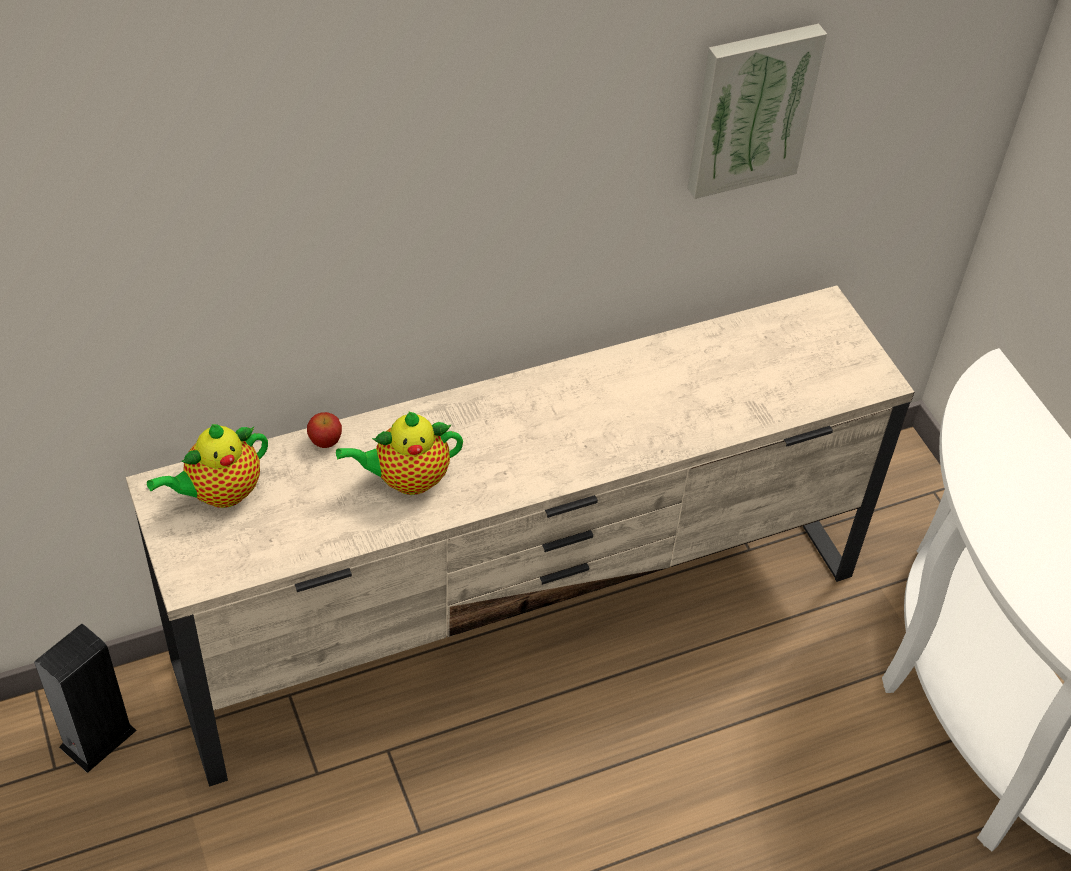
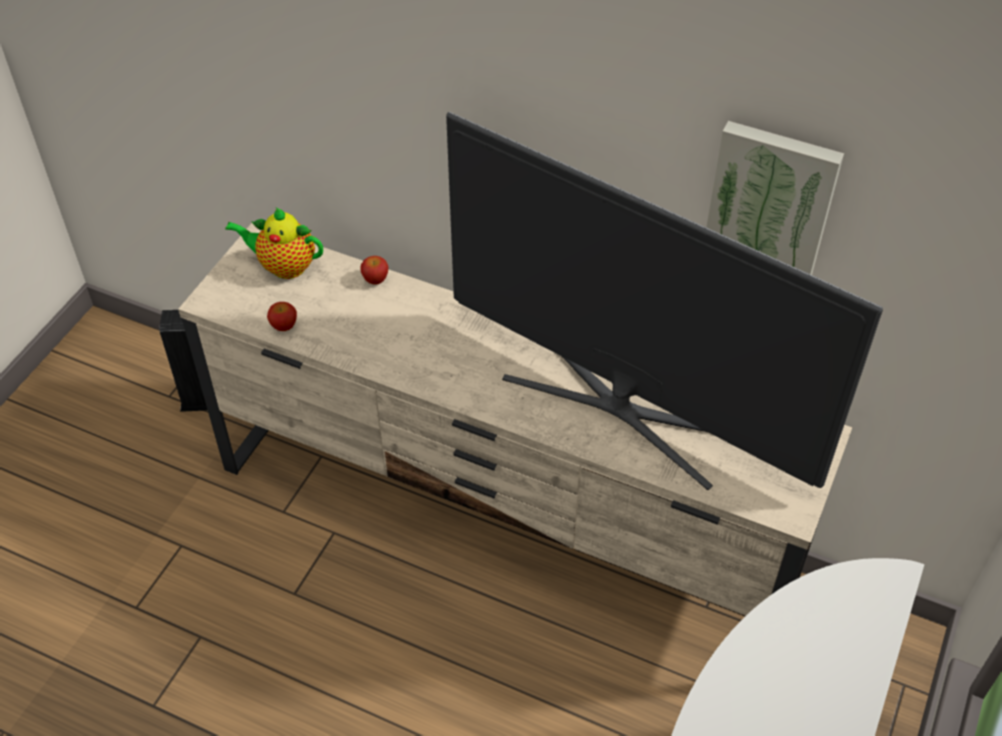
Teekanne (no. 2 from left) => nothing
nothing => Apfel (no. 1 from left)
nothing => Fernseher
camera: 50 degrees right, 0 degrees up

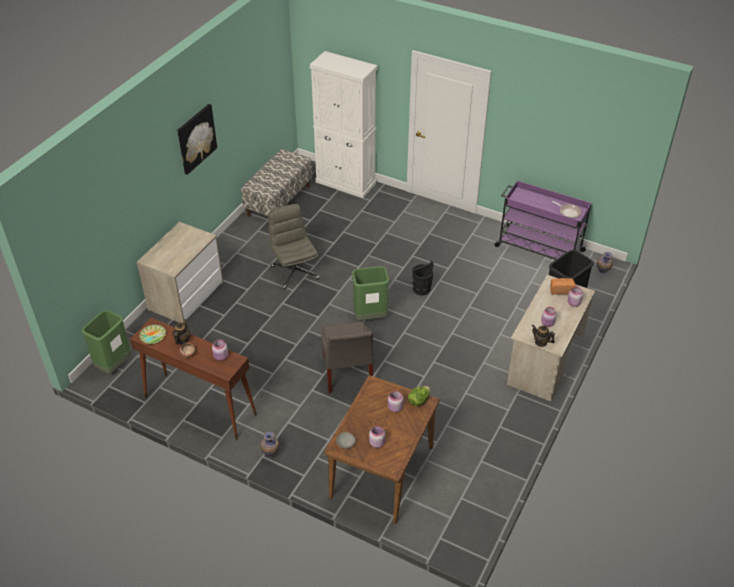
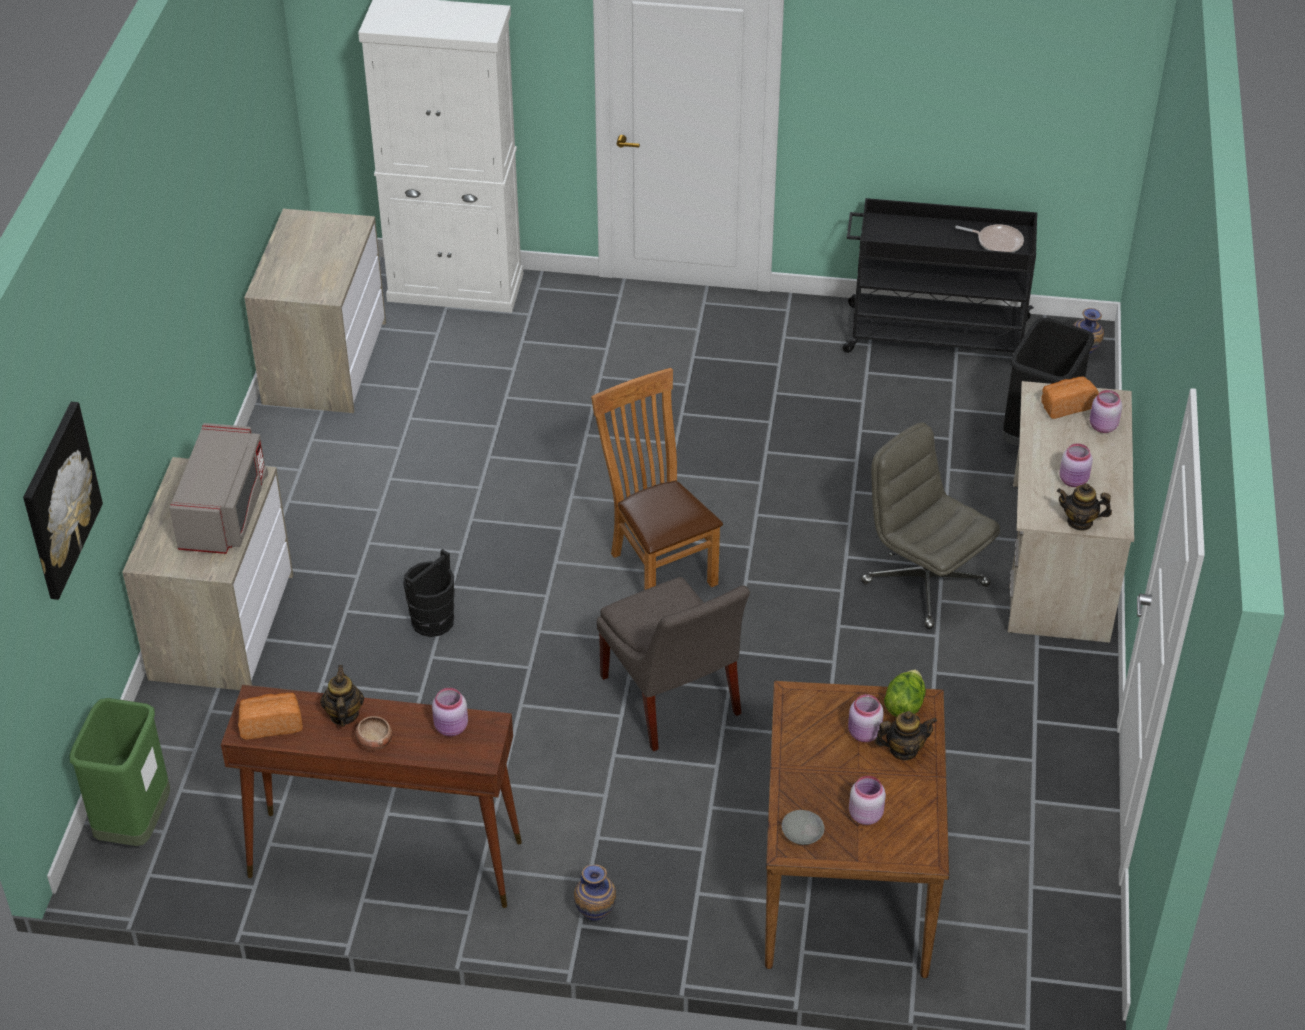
nothing => Mikrowelle/grau
nothing => Teekanne (no. 2 from left)
Bild, shifted
Bürostuhl/grau, shifted
Eimer/schwarz, shifted
Teller => Brot (no. 1 from left)
Bank => Kommode (no. 2 from left)
Mülleimer/grün (no. 2 from left) => Stuhl/braun
Rollwagen/lila => Rollwagen/schwarz
camera: 20 degrees left, 0 degrees up

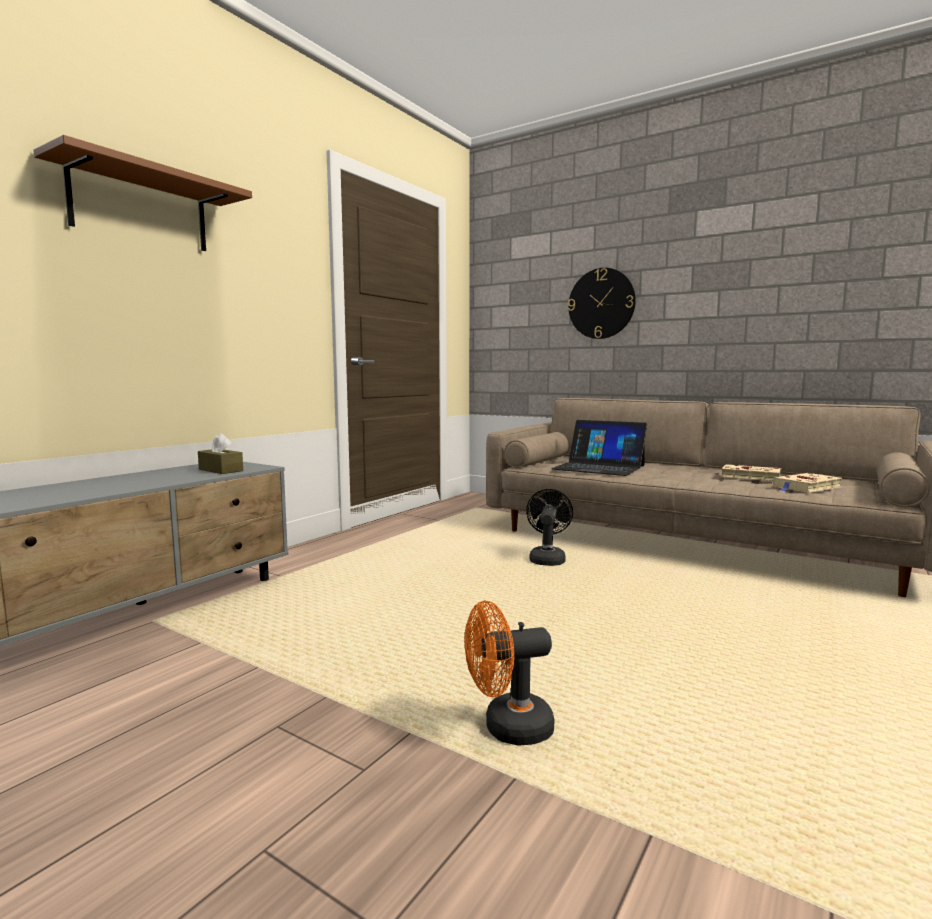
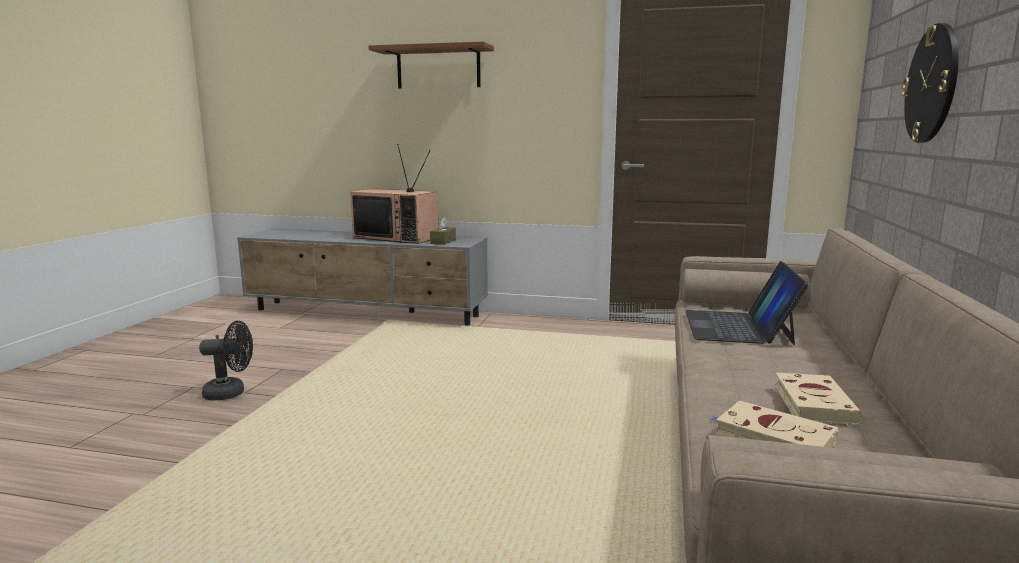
Ventilator/orange => nothing
nothing => Fernseher
Ventilator/schwarz, shifted
camera: 70 degrees right, 5 degrees up

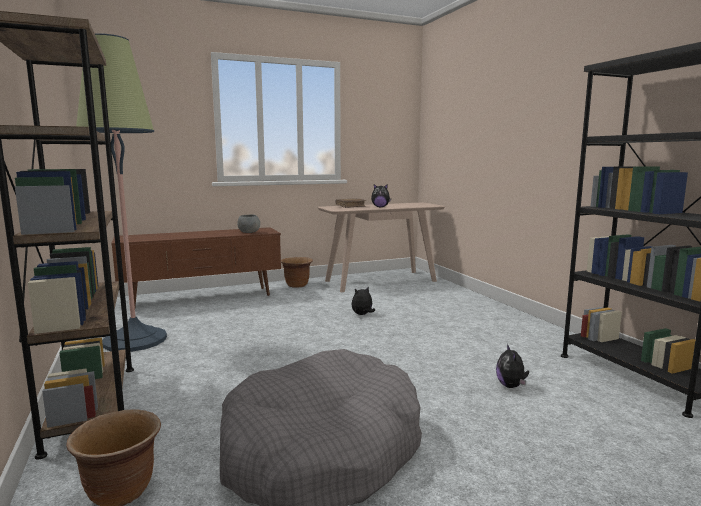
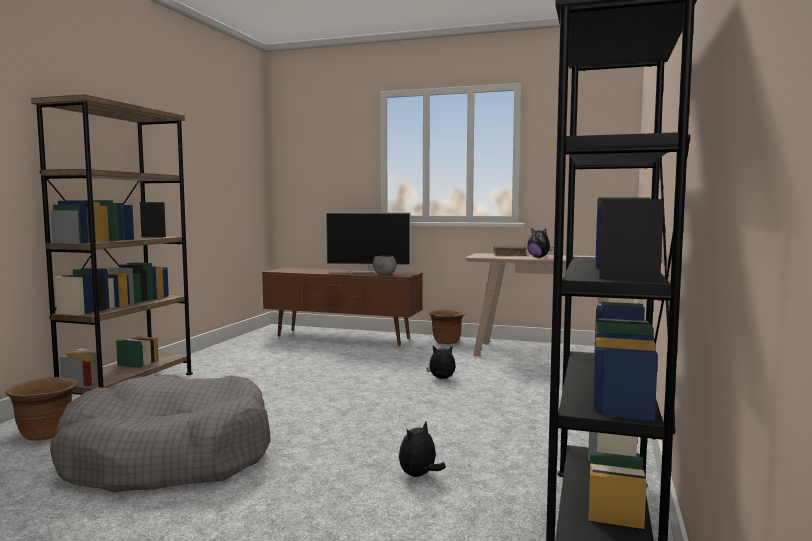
Stehlampe => nothing
nothing => Fernseher
camera: 40 degrees right, 5 degrees down

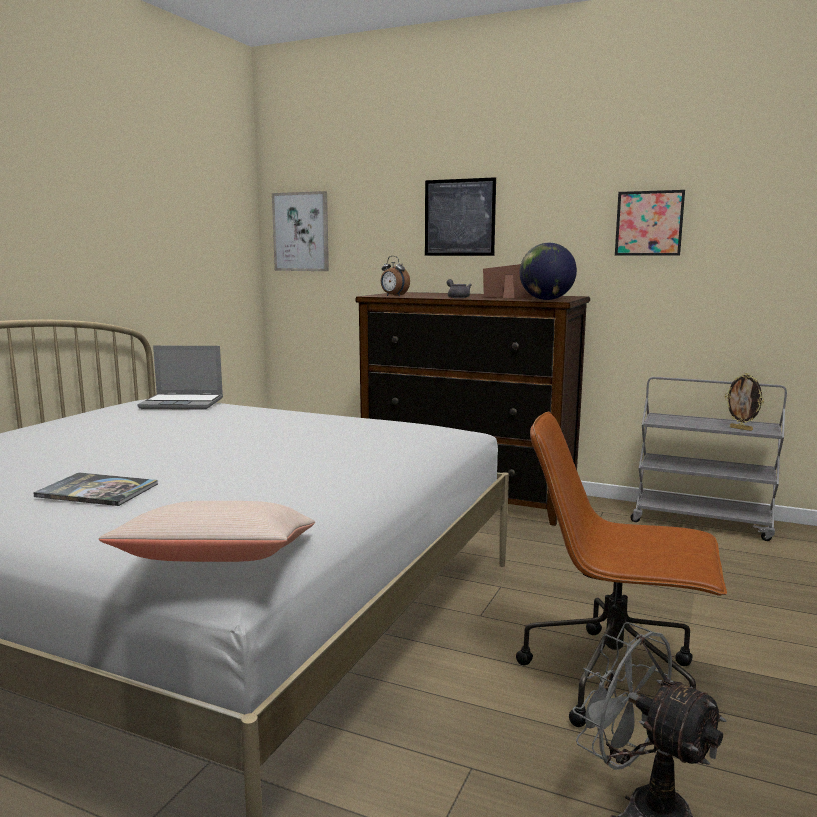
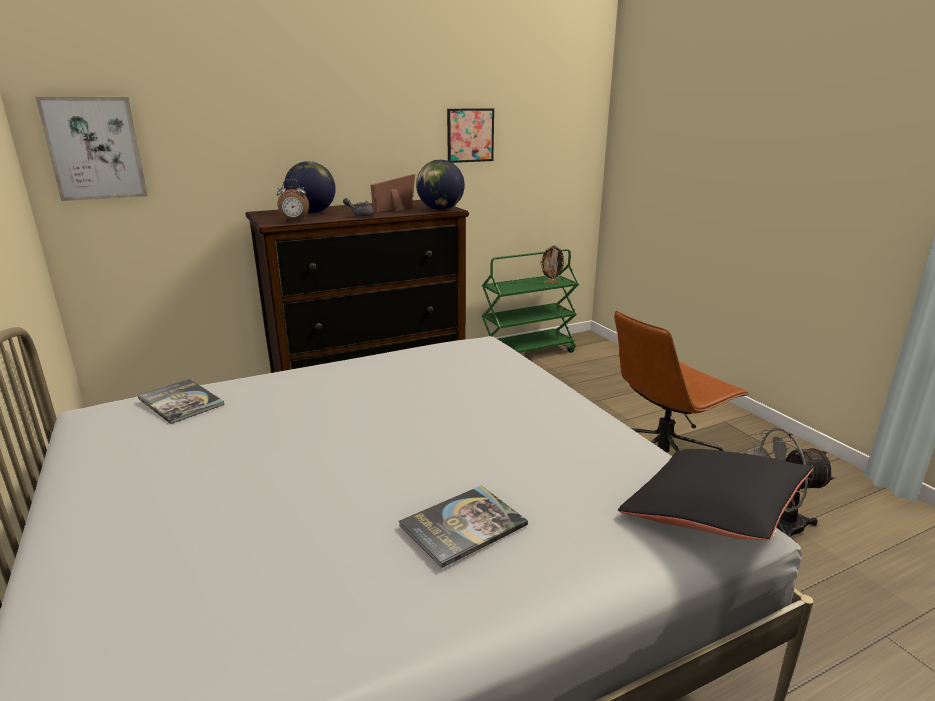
Bild (no. 2 from left) => nothing
nothing => Globus (no. 1 from left)
Laptop => Buch (no. 1 from left)
Kissen/beige => Kissen/schwarz
Rollwagen/grau => Rollwagen/grün
camera: 50 degrees left, 10 degrees up

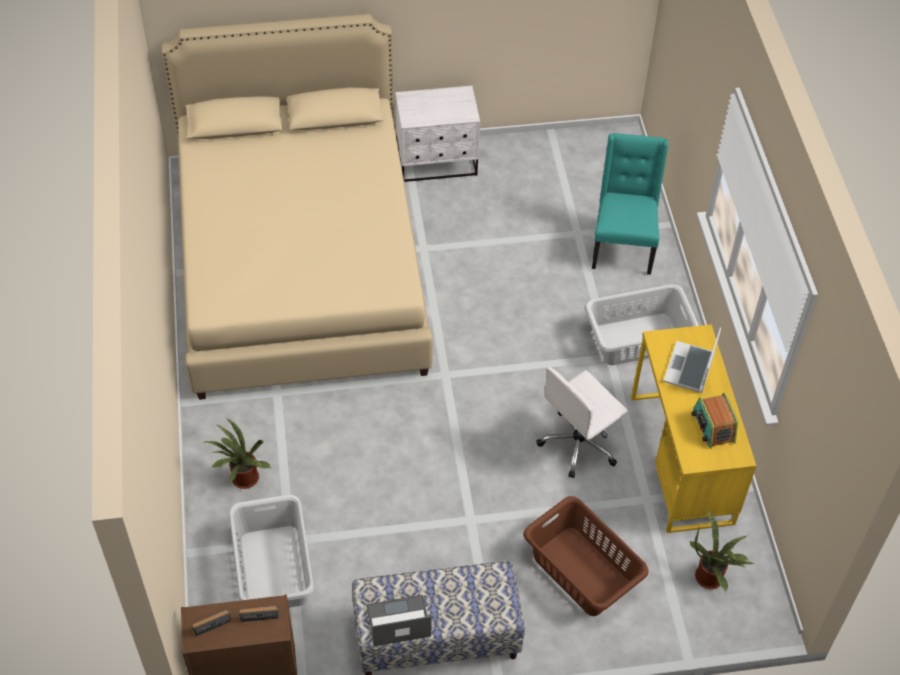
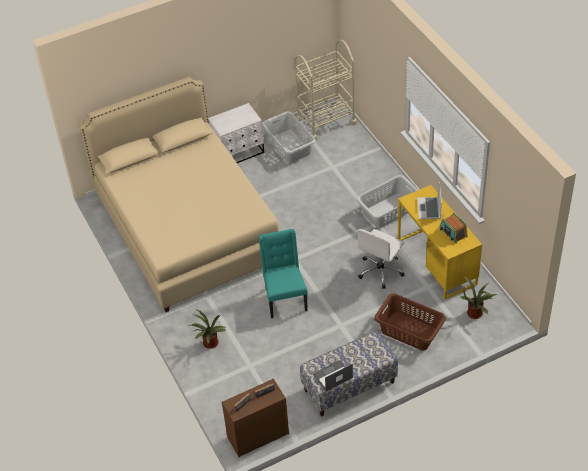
nothing => Rollwagen/beige
Wäschekorb/grau (no. 1 from left), shifted
Stuhl/türkis, shifted
camera: 15 degrees left, 5 degrees down

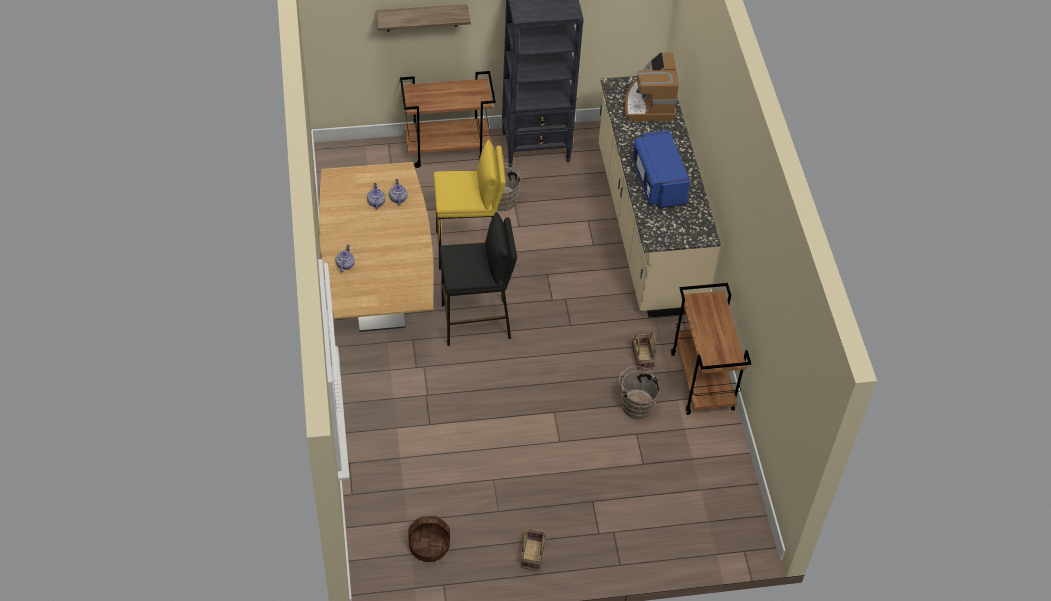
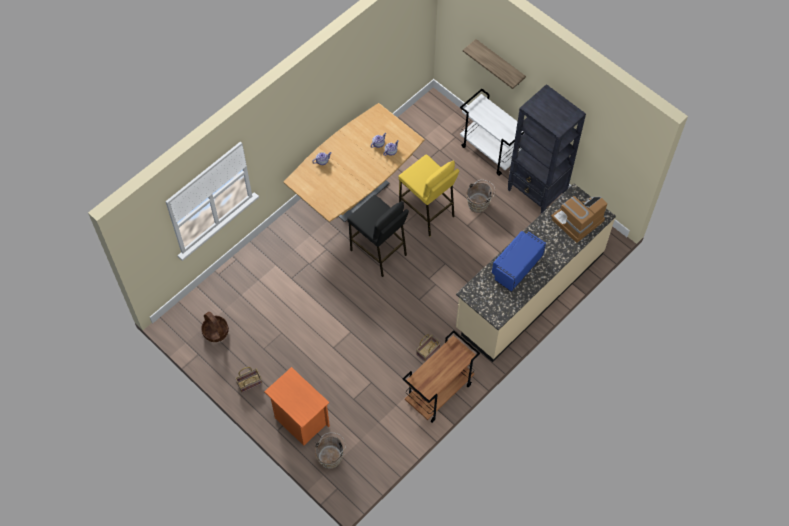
nothing => Nachttisch/orange
Eimer/braun (no. 2 from left in the first image) => Eimer/braun (no. 1 from left), shifted
Rollwagen/braun (no. 1 from left) => Rollwagen/weiß
camera: 55 degrees right, 10 degrees up

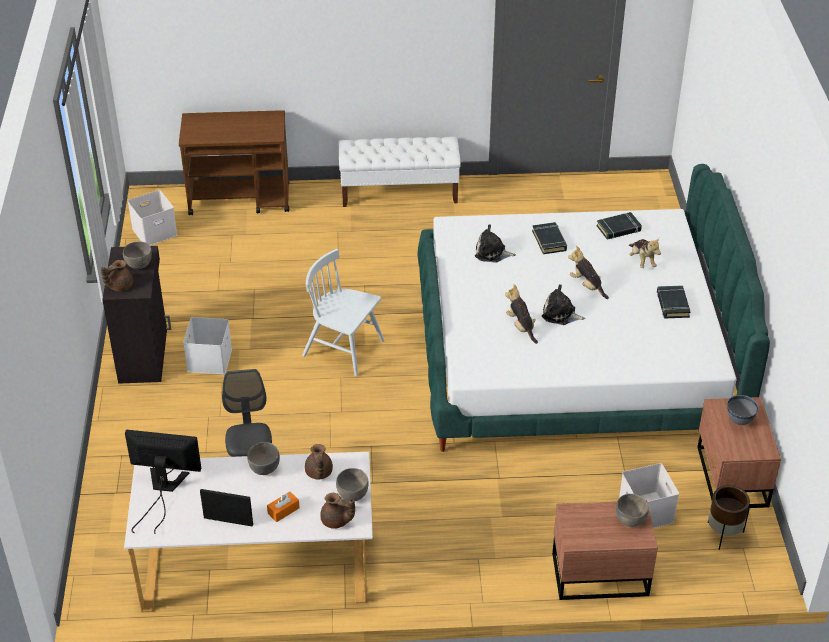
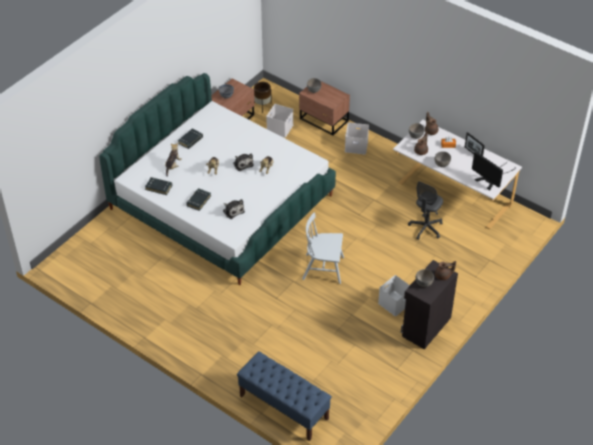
Bank/weiß => nothing
Aufbewahrungsbox/weiß (no. 1 from left in the first image) => Aufbewahrungsbox/weiß (no. 2 from left), shifted
Rollwagen/braun => Bank/blau
Stuhl/weiß, 120 degrees clockwise
camera: 140 degrees left, 5 degrees up

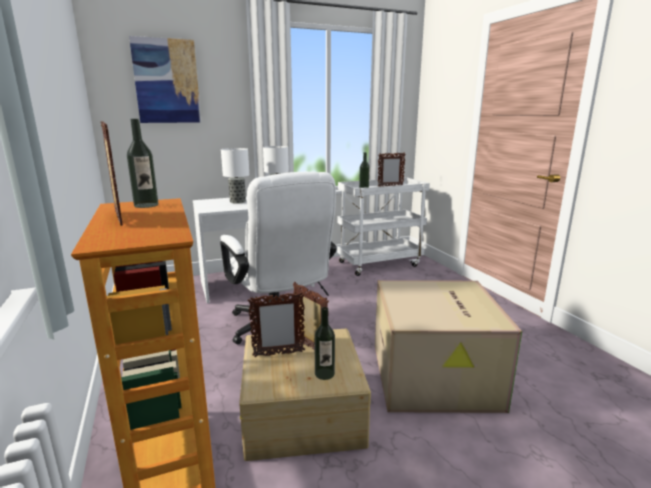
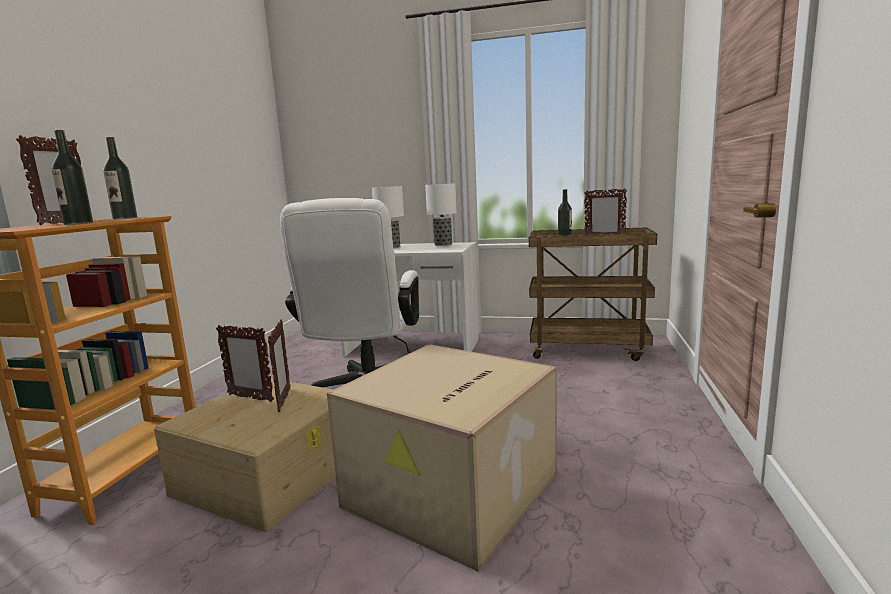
Bild => nothing
Flasche (no. 2 from left in the first image) => Flasche (no. 1 from left), shifted
Rollwagen/weiß => Rollwagen/braun
camera: 35 degrees right, 5 degrees down

